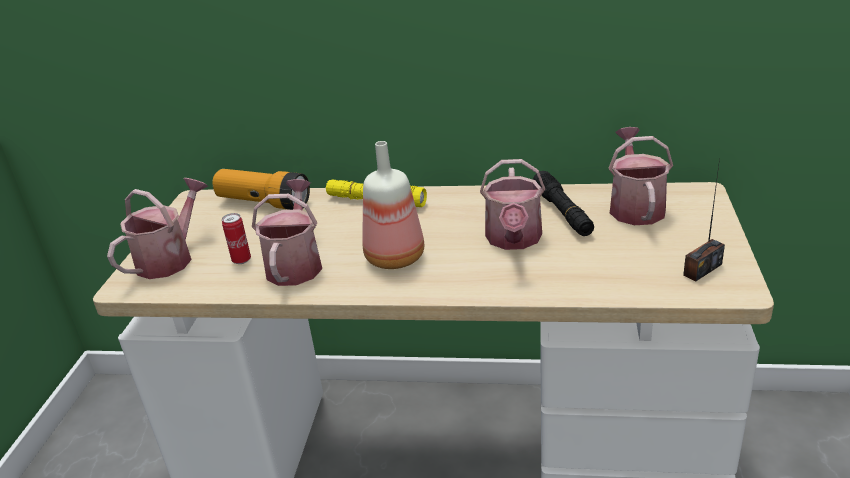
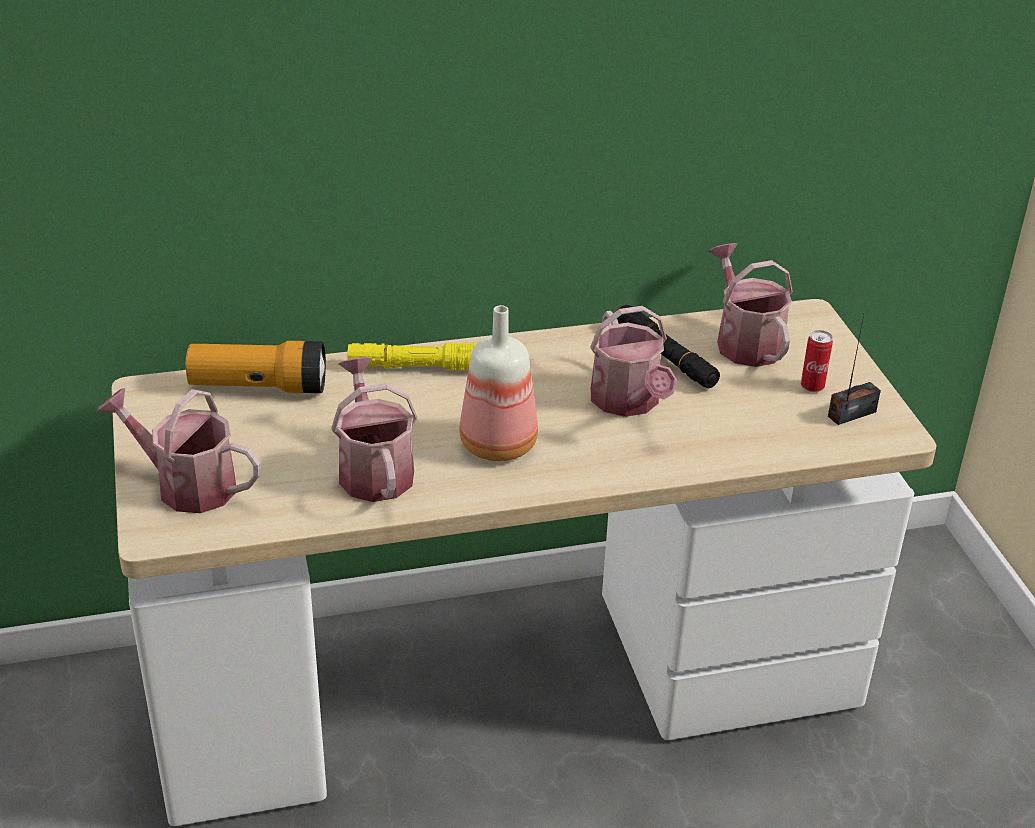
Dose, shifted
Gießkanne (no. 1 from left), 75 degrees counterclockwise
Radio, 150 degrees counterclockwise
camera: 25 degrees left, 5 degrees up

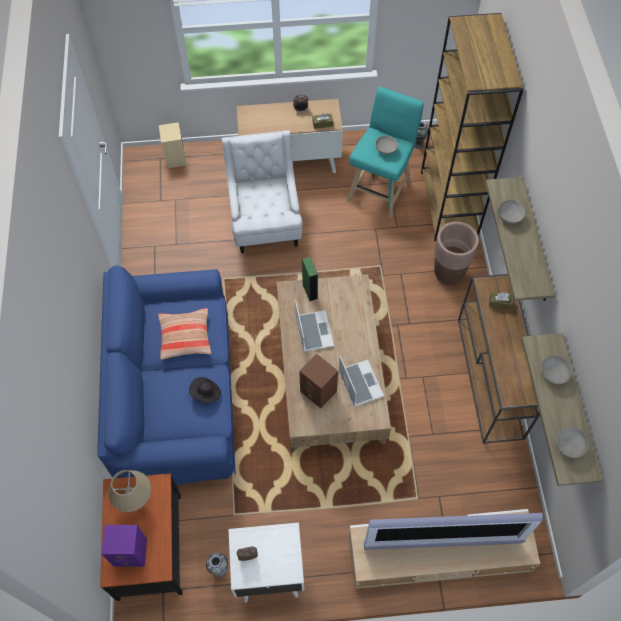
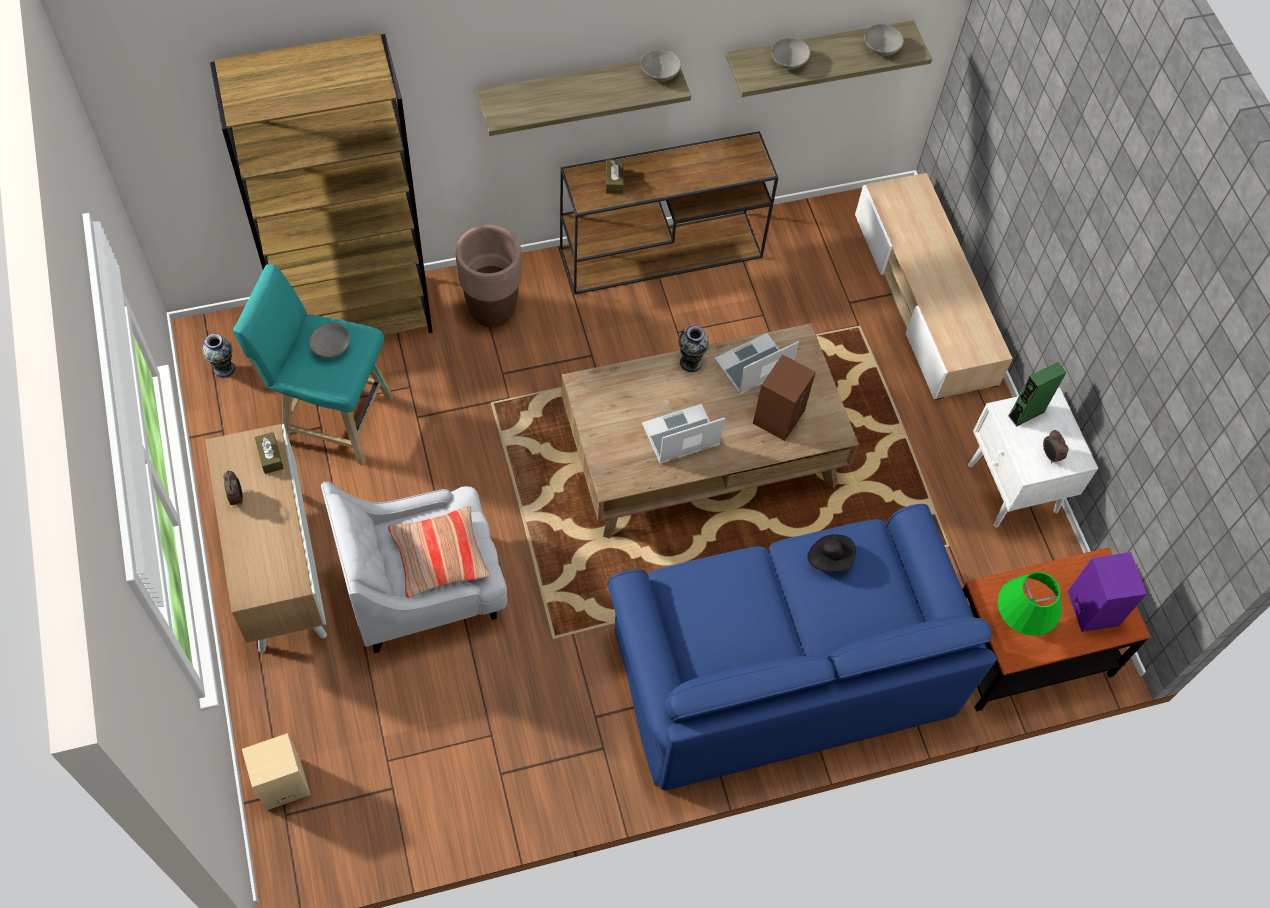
Fernseher => nothing
Kissen, shifted
Vase (no. 1 from left in the first image) => Vase (no. 2 from left), shifted
Lautsprecher/grün, shifted
Schüssel/grau (no. 2 from left), shifted
Tischlampe/beige => Tischlampe/grün
camera: 105 degrees left, 0 degrees up

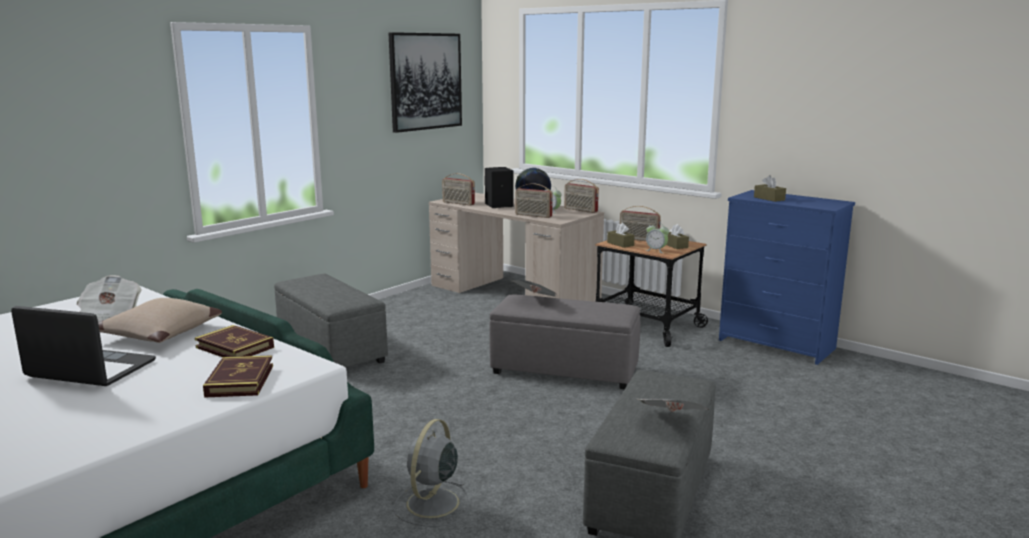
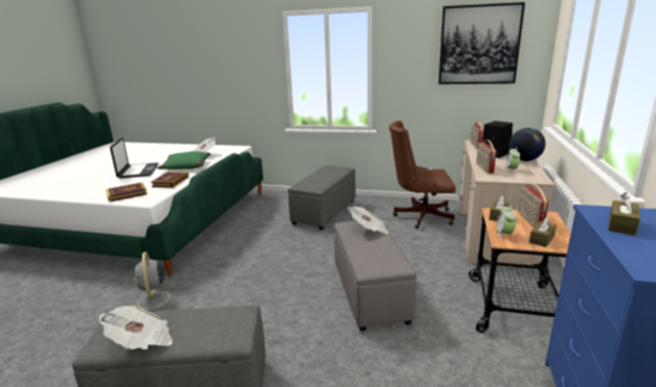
Radio (no. 3 from left) => nothing
nothing => Bürostuhl/braun
Kissen/beige => Kissen/grün
Ventilator/grau, 105 degrees counterclockwise
camera: 65 degrees right, 5 degrees up

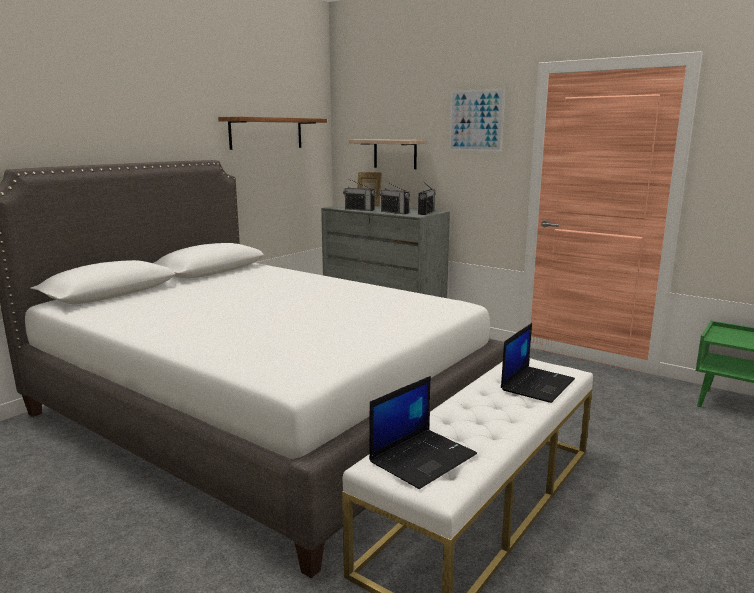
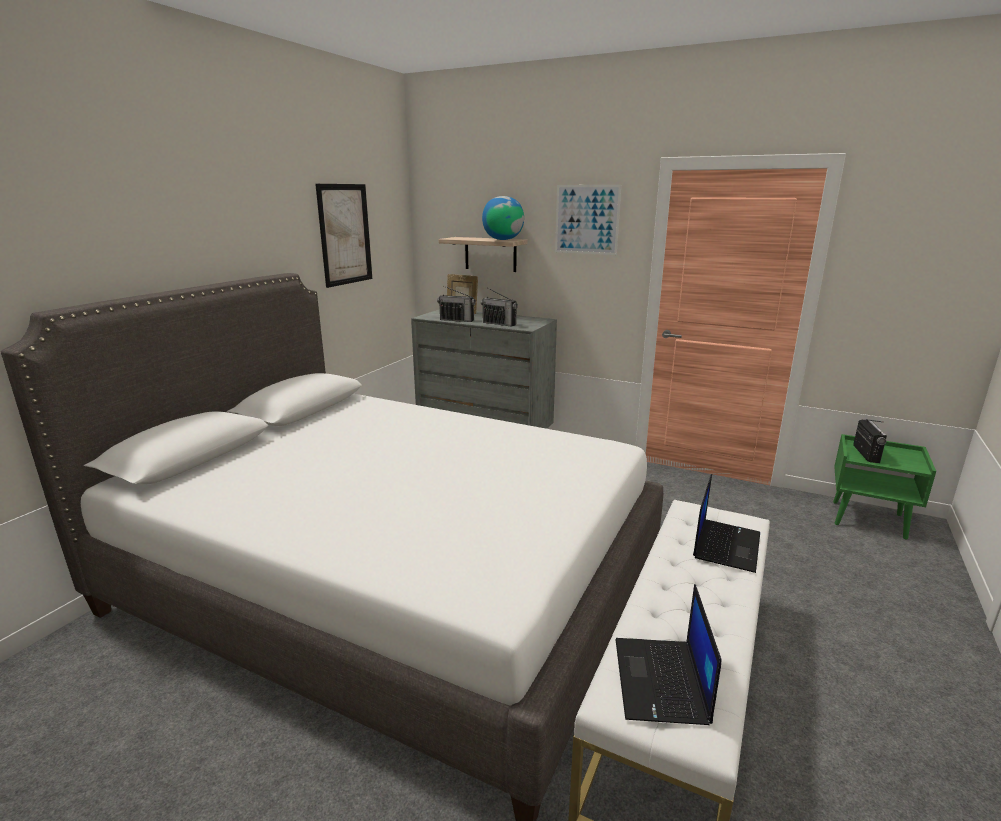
nothing => Globus
Radio (no. 3 from left), shifted
Wandregal (no. 1 from left) => Bild (no. 1 from left)
Laptop (no. 1 from left), 150 degrees clockwise
camera: 10 degrees left, 5 degrees up

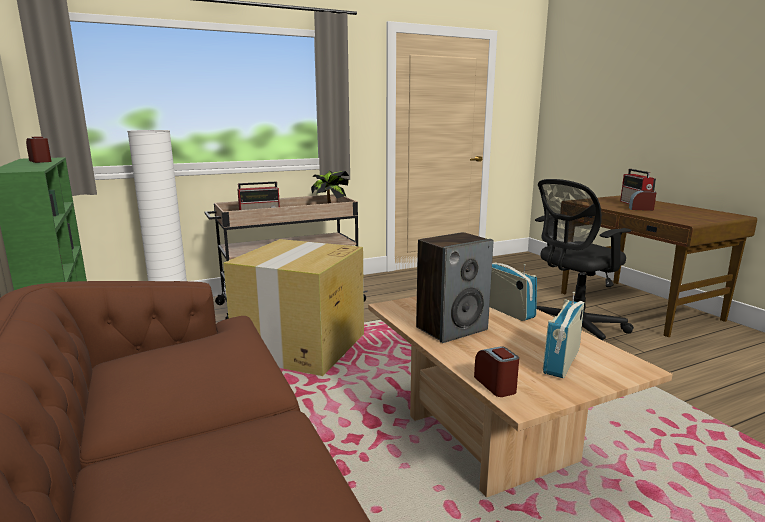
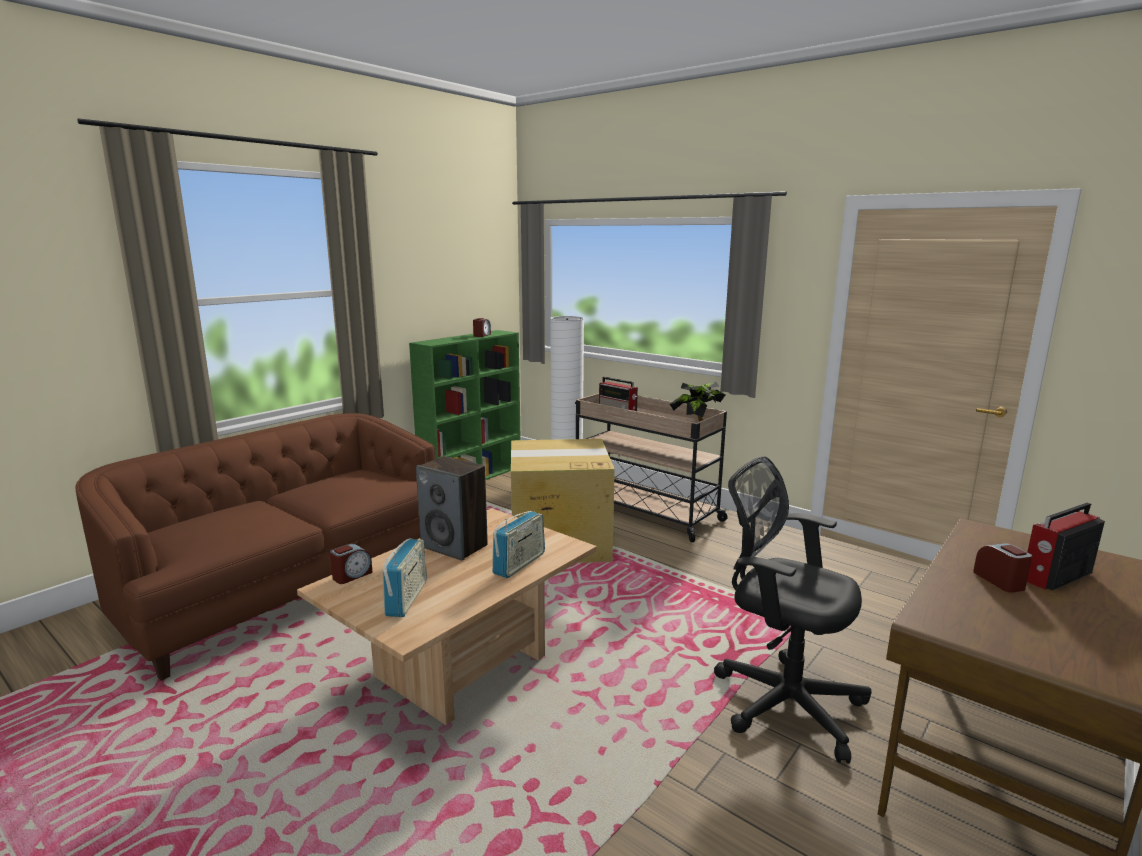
Radio (no. 3 from left in the first image) => Radio (no. 1 from left), 90 degrees clockwise
camera: 65 degrees right, 0 degrees up

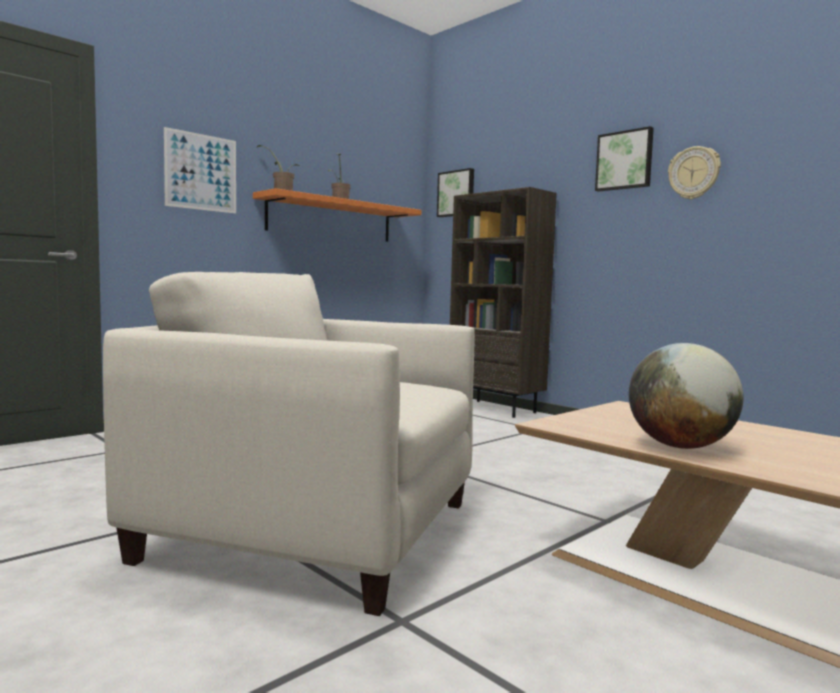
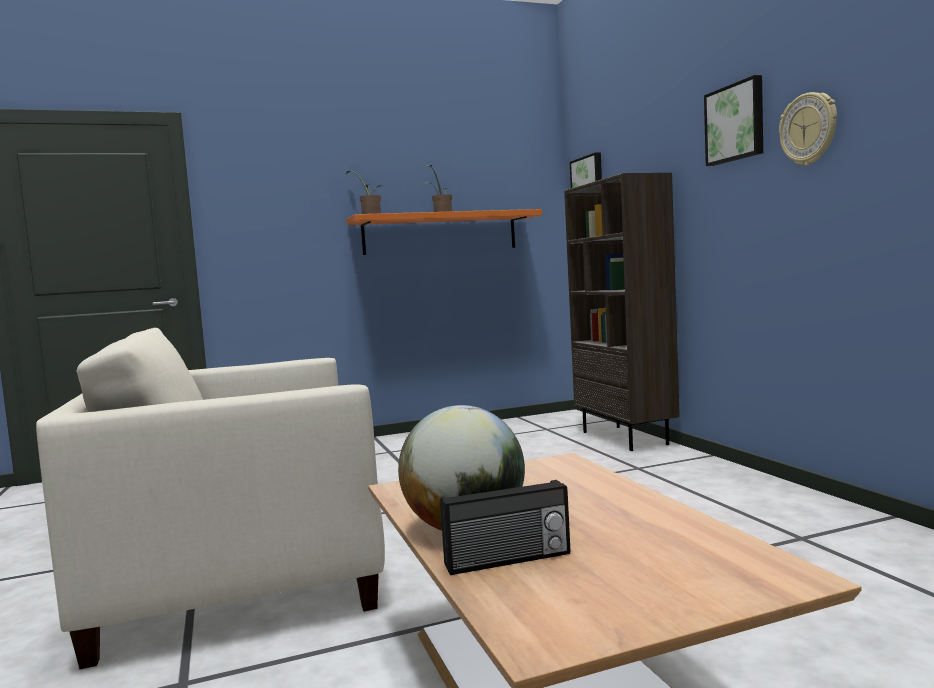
Bild (no. 1 from left) => nothing
nothing => Radio
Sessel/beige, 60 degrees counterclockwise
camera: 25 degrees right, 0 degrees up

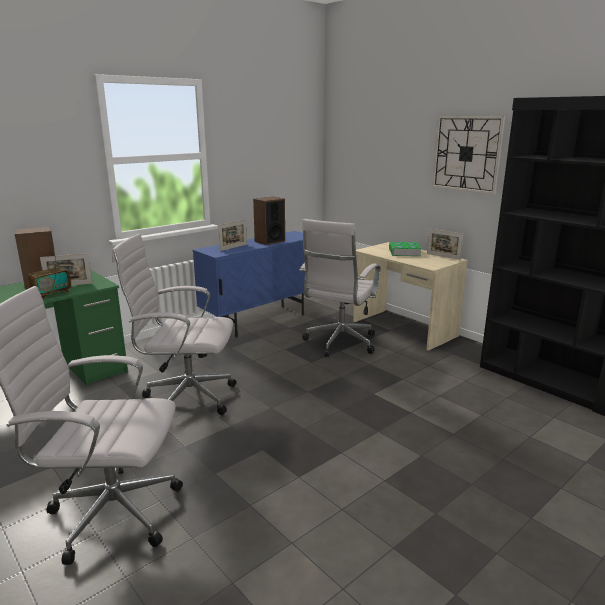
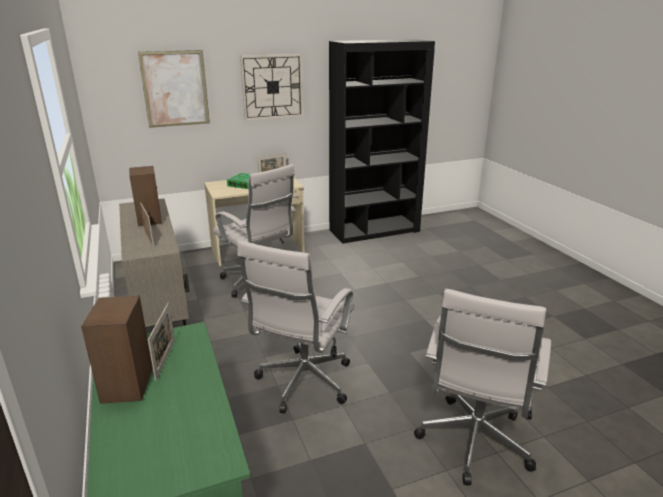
Radio => nothing
nothing => Bild
Schrank/blau => Schrank/beige
camera: 70 degrees left, 5 degrees up

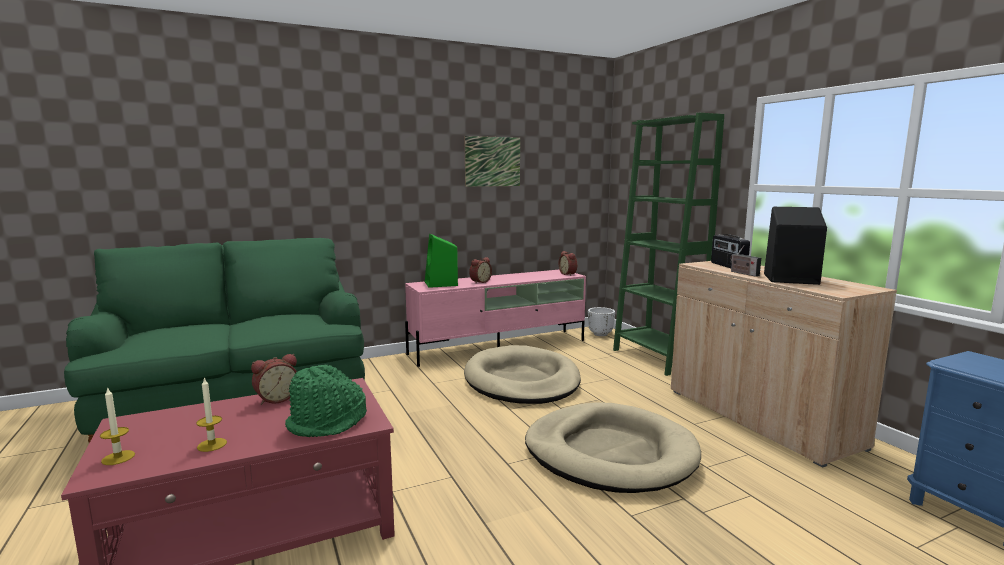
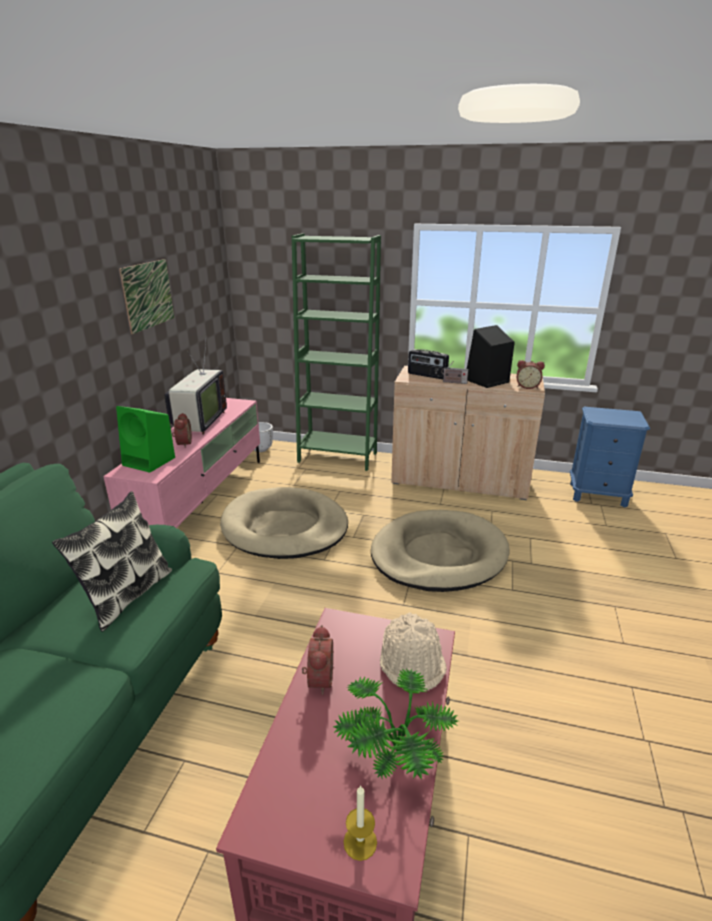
nothing => Kissen
nothing => Fernseher
Wecker (no. 3 from left), shifted
Kerze (no. 2 from left) => Topfpflanze
Hut/grün => Hut/beige
camera: 50 degrees left, 15 degrees up

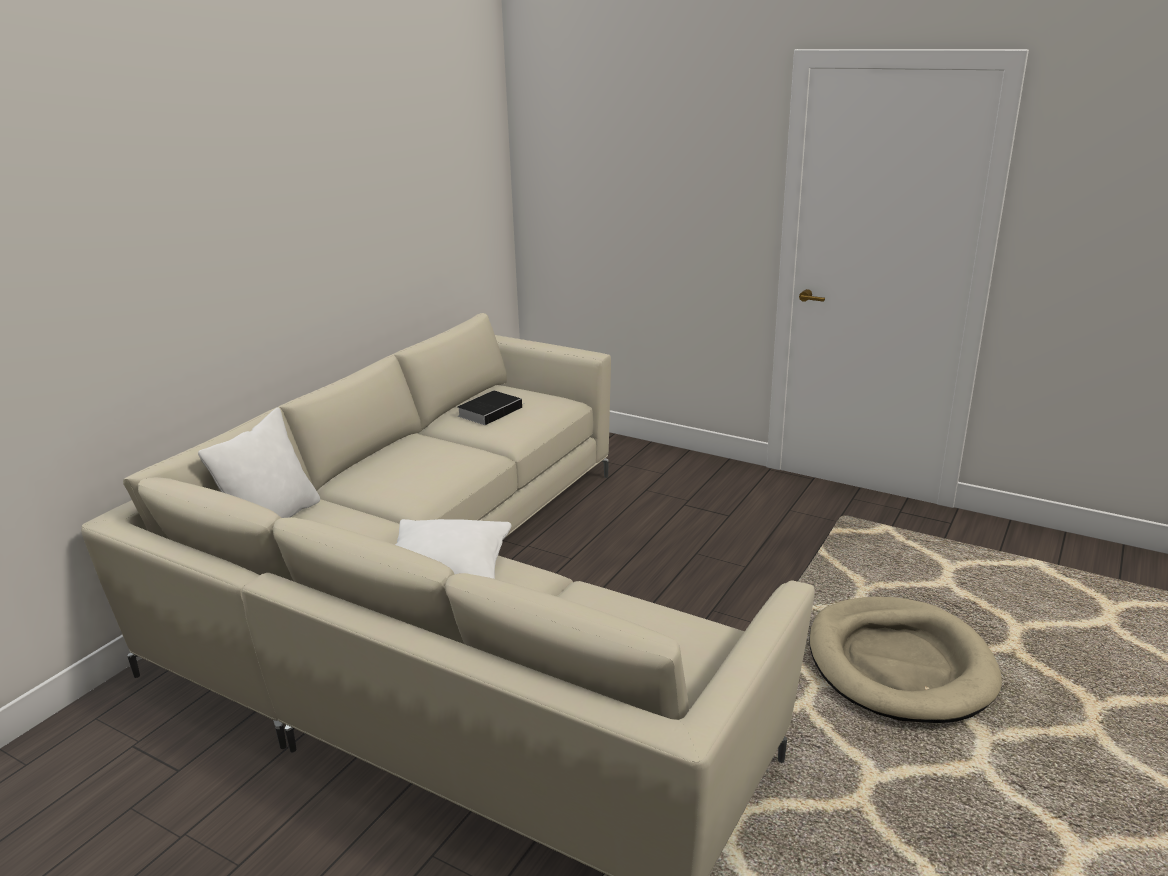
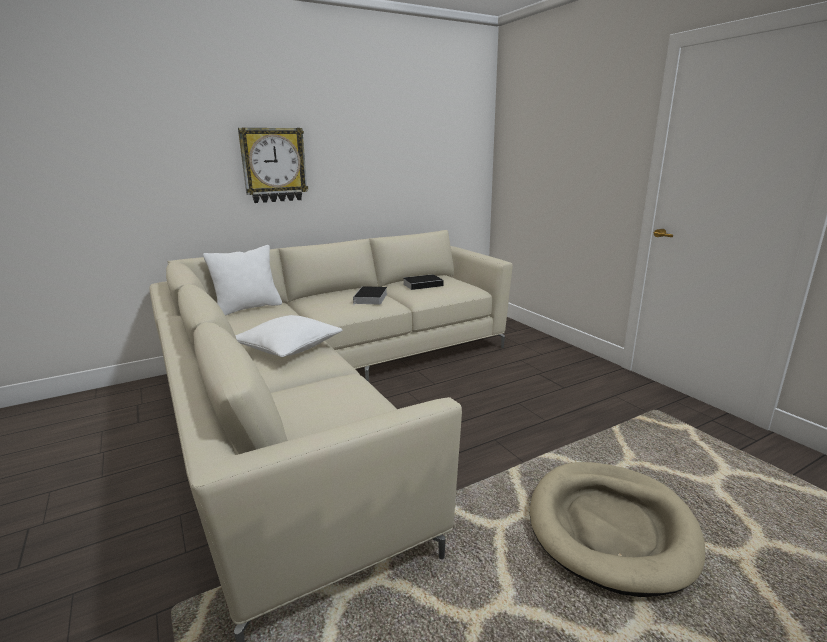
nothing => Wanduhr
nothing => Buch (no. 1 from left)
camera: 30 degrees right, 5 degrees down

